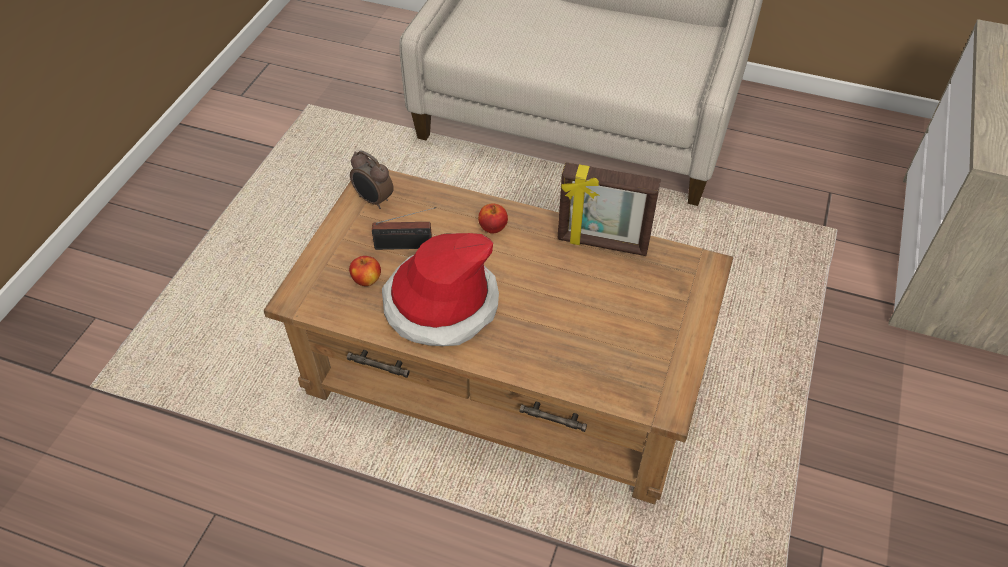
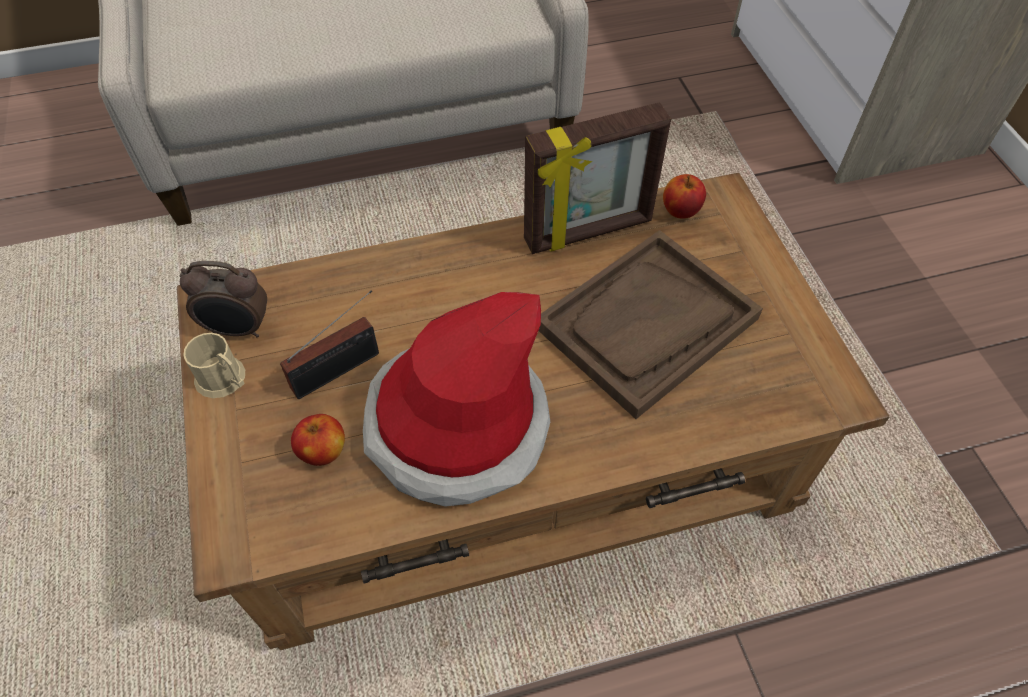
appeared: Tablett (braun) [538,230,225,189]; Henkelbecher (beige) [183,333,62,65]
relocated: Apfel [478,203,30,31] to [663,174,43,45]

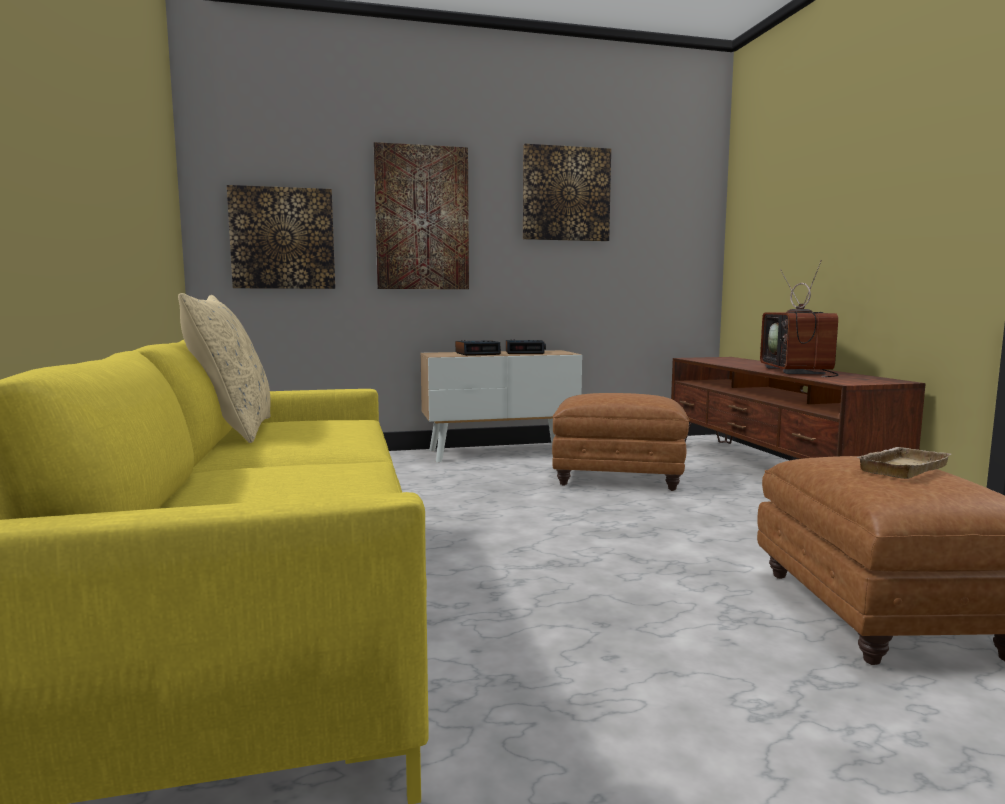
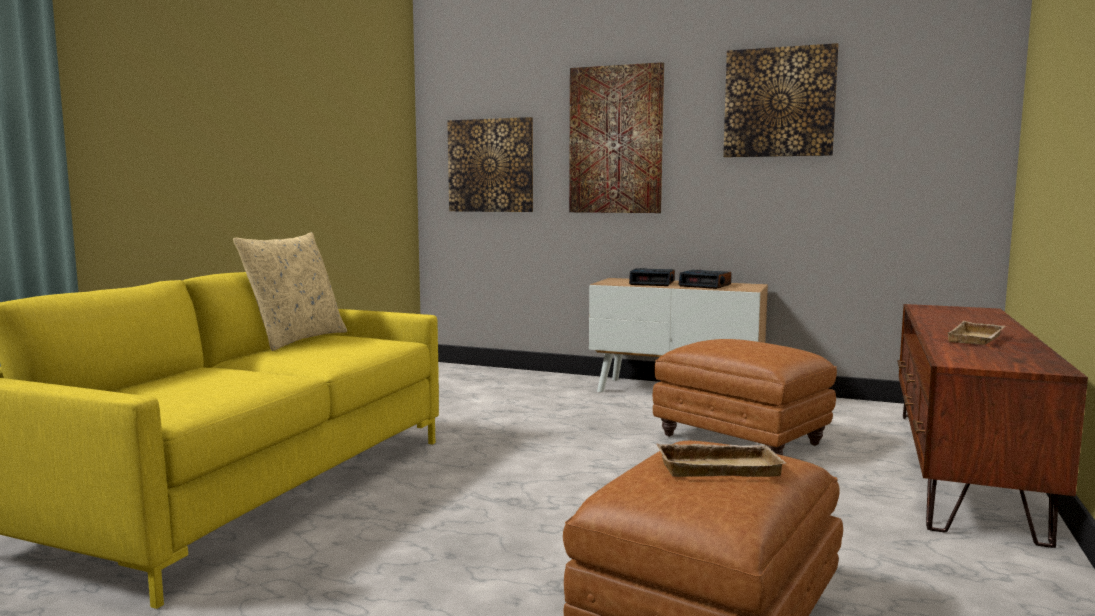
exchanged: Fernseher [760,260,79,117] to Tablett (beige) [946,321,59,24]

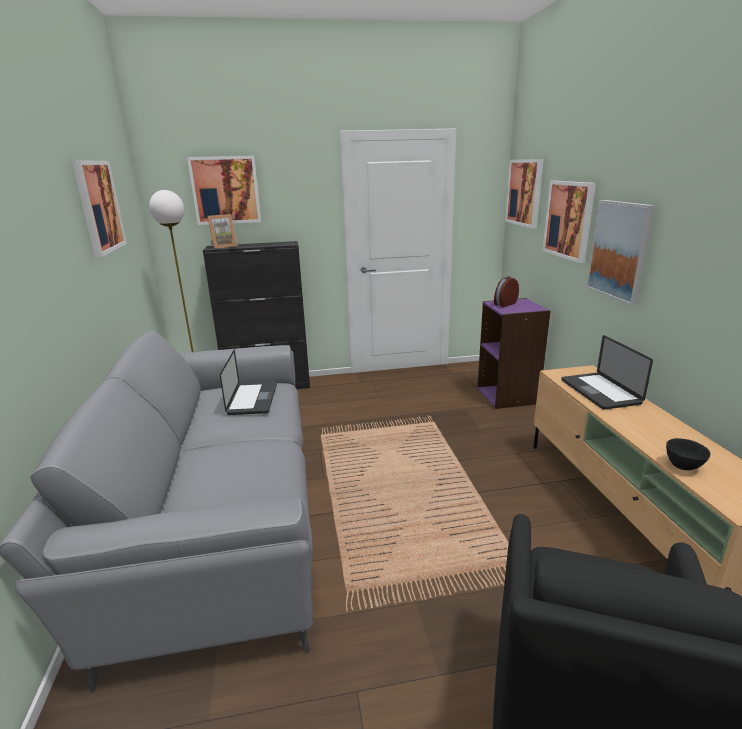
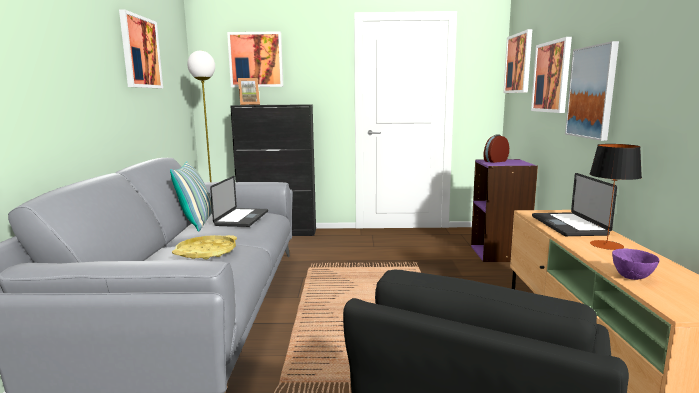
appeared: Tischlampe [590,144,52,106]; Kissen [170,162,42,70]; Tablett (gelb) [172,235,65,25]
colour: Schüssel (schwarz) [666,438,44,32] to Schüssel (lila) [612,249,47,31]

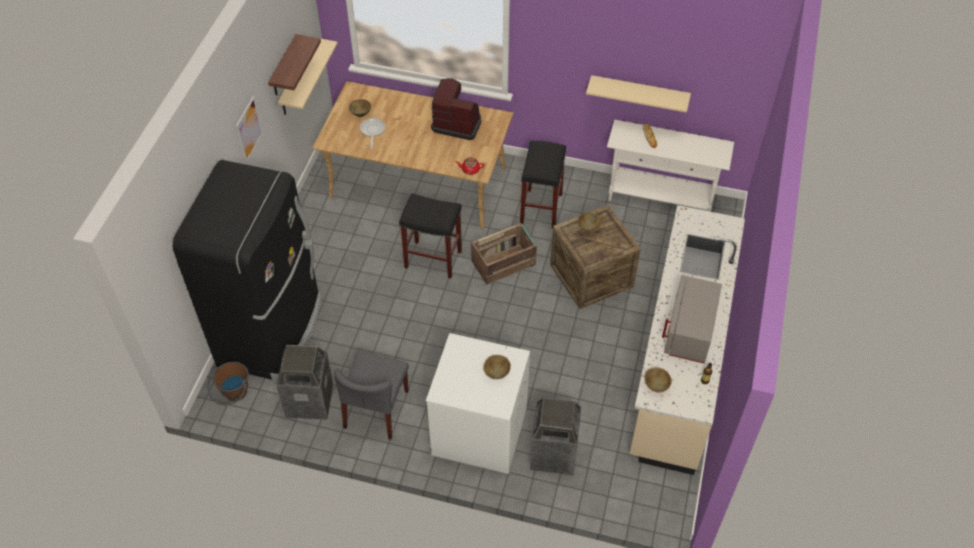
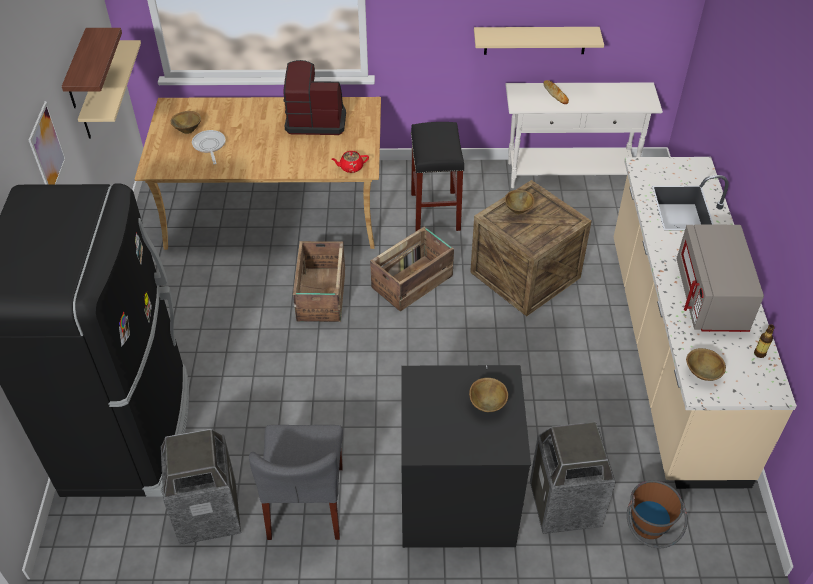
relocated: Eimer (braun) [207,361,42,45] to [627,480,61,68]
exchanged: Hocker (schwarz) [399,193,63,86] to Kiste [293,241,52,81]
colour: Waschmaschine (weiß) [426,333,104,141] to Waschmaschine (schwarz) [401,365,130,183]

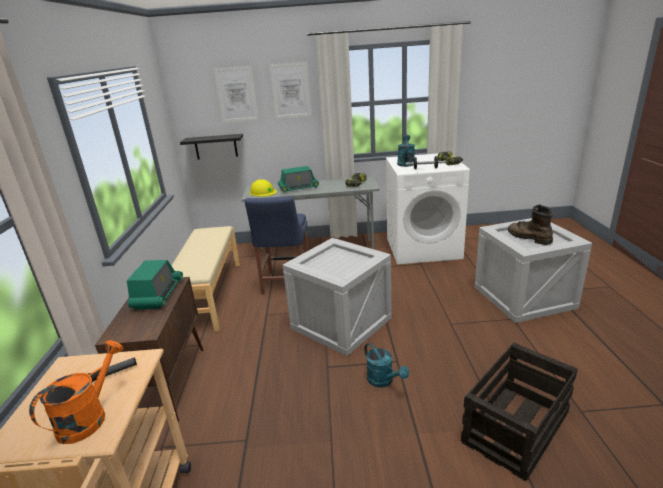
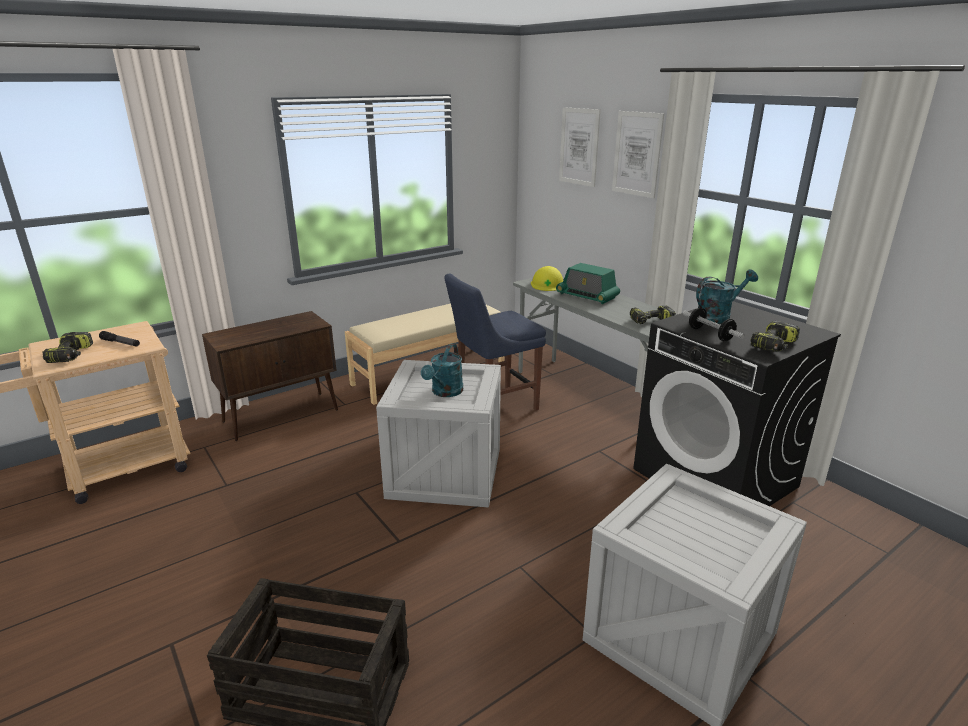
missing: Wandregal (schwarz) [180,134,63,25]; Stiefel (braun) [508,205,45,40]; Radio [127,260,56,50]
relocated: Gießkanne (türkis) [364,343,45,45] to [421,344,42,53]
exchanged: Gießkanne (orange) [29,340,94,104] to Bohrmaschine [43,332,50,31]
colour: Waschmaschine (weiß) [386,153,84,111] to Waschmaschine (schwarz) [633,301,208,205]

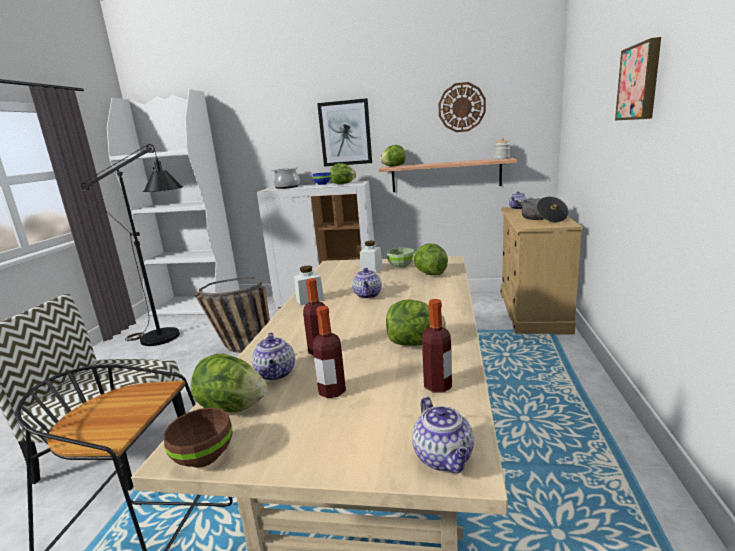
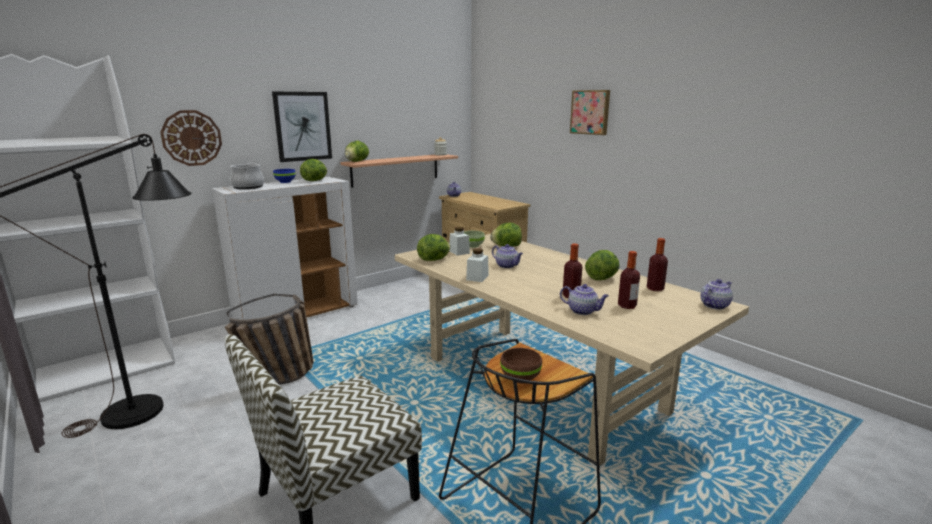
missing: Kochtopf [515,197,54,26]
relocated: Wanduhr [439,82,47,50] to [160,110,62,56]; Salatkopf [190,354,77,58] to [417,234,33,27]; Schüssel (braun) [164,407,69,61] to [500,348,42,36]
spun: Teekanne [412,397,62,76] = [700,279,33,31] 60 degrees counterclockwise

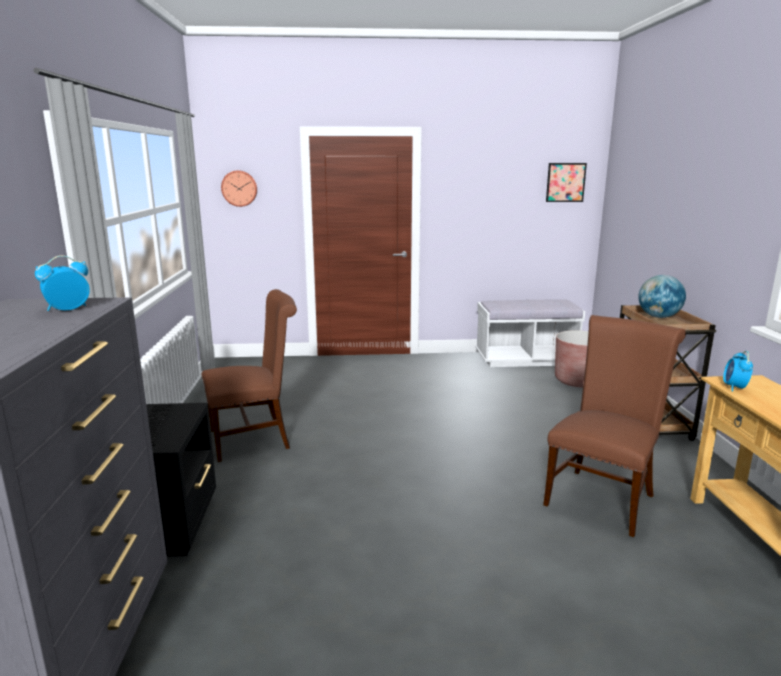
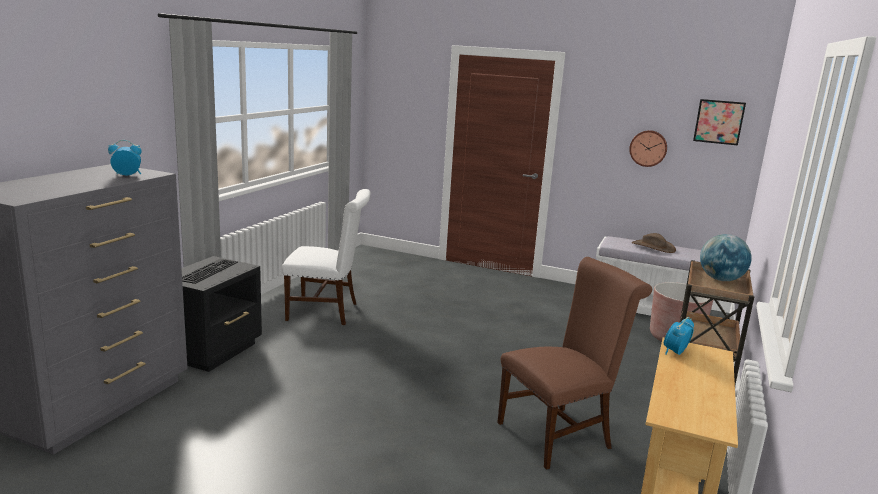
appeared: Hut (braun) [632,233,44,20]
relocated: Wanduhr [221,170,36,37] to [629,130,38,37]
colour: Stuhl (braun) [202,289,95,173] to Stuhl (weiß) [282,189,89,136]

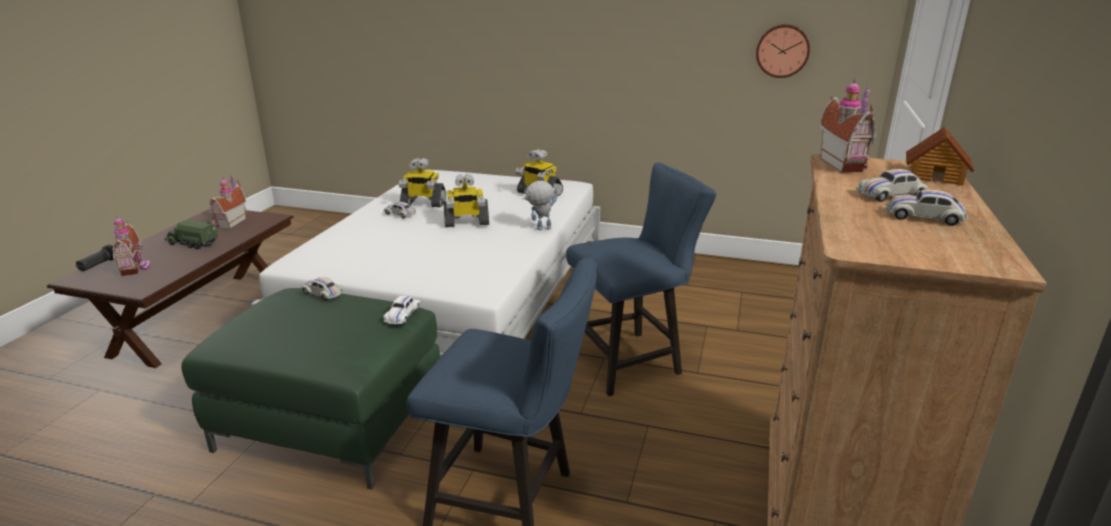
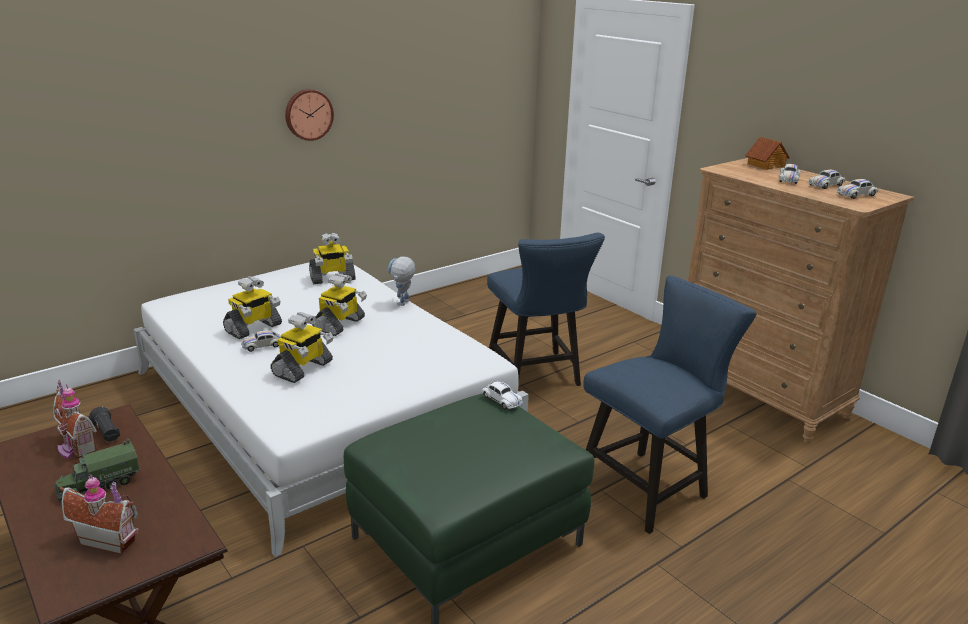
missing: Spielzeughaus [819,78,57,95]
appeared: Spielzeugroboter [271,312,63,71]
relocated: Wanduhr [756,24,54,54] to [285,89,49,52]; Taschenlampe (schwarz) [76,245,38,27] to [89,407,31,35]; Spielzeugauto (weiß) [301,277,42,24] to [837,179,42,20]
spun: Stuhl (blau) [566,162,151,234] = [487,233,118,153] 150 degrees clockwise

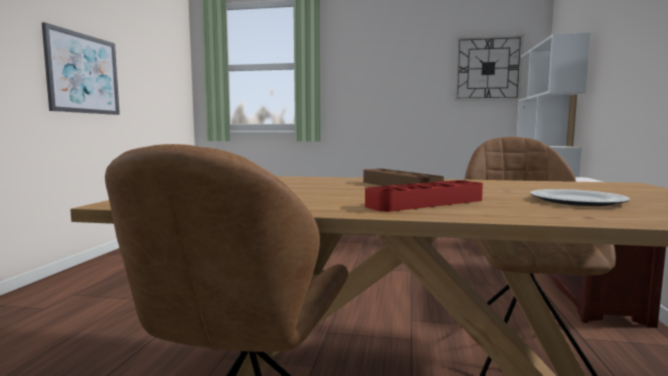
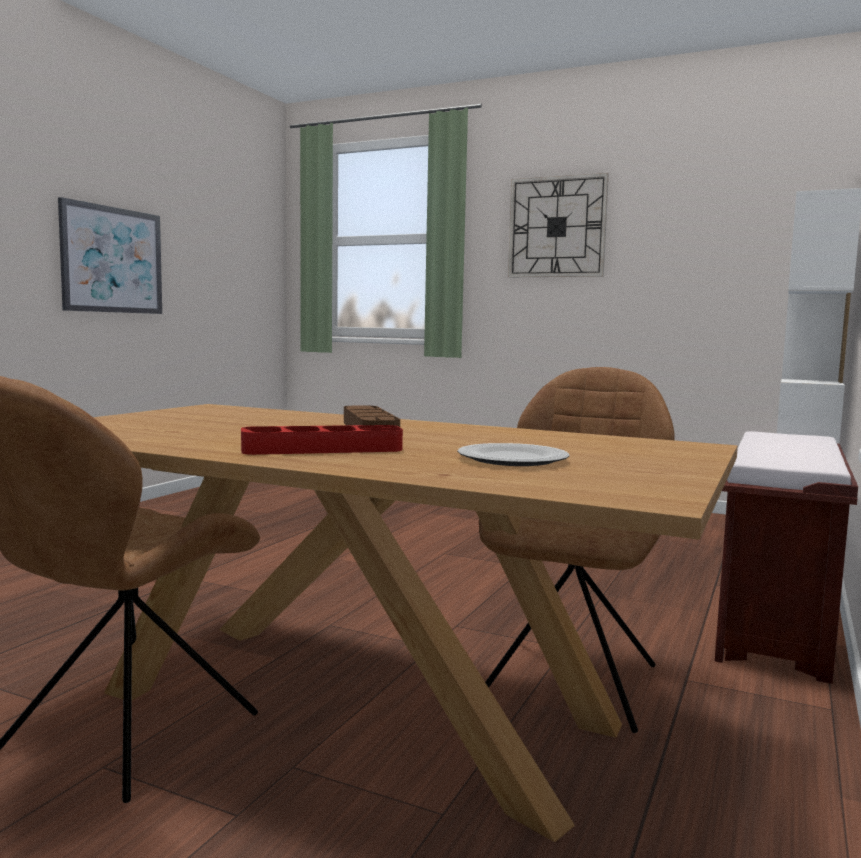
relocated: Wanduhr [455,35,69,66] to [508,173,101,104]

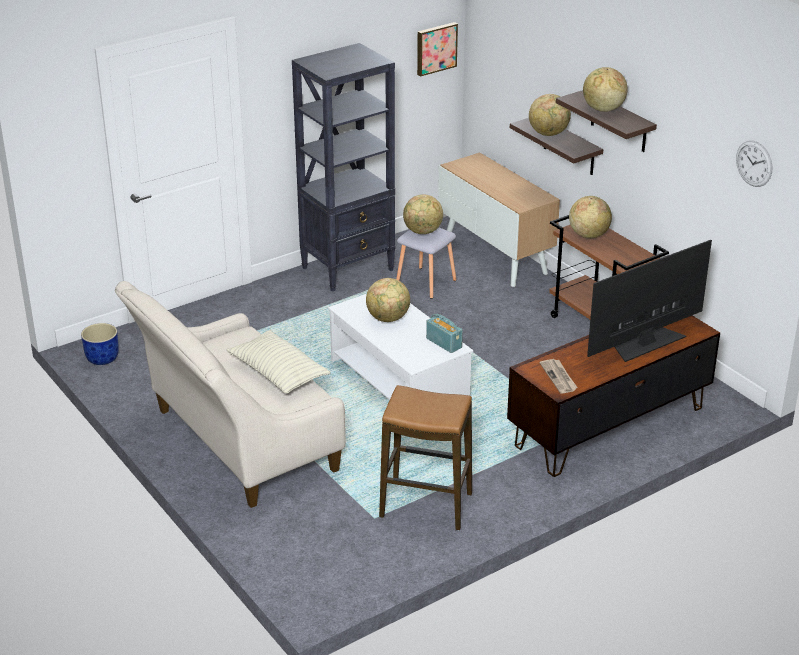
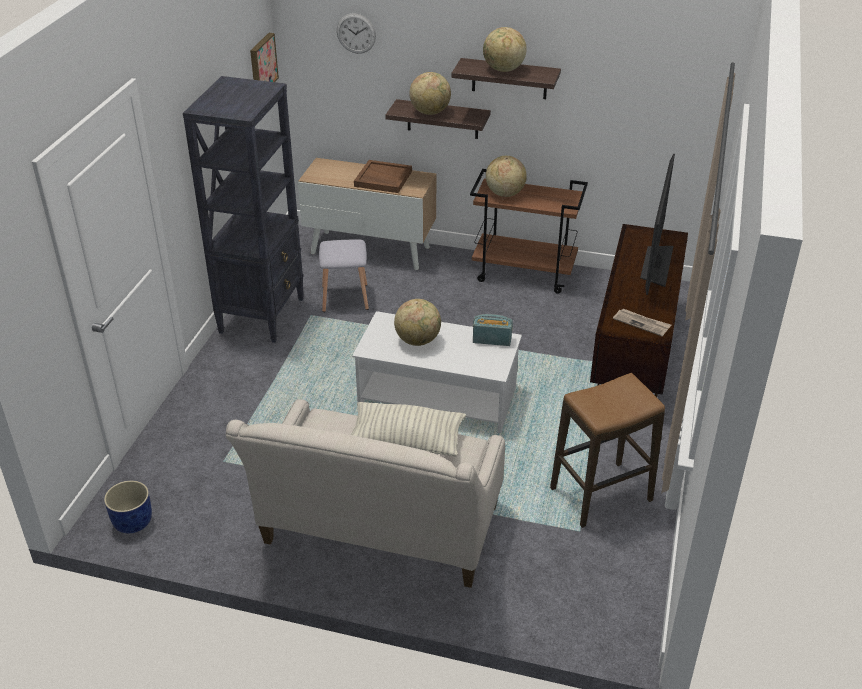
missing: Globus [403,194,40,40]
appeared: Tablett (braun) [354,160,58,33]
relocated: Wanduhr [736,141,36,46] to [337,13,39,41]

